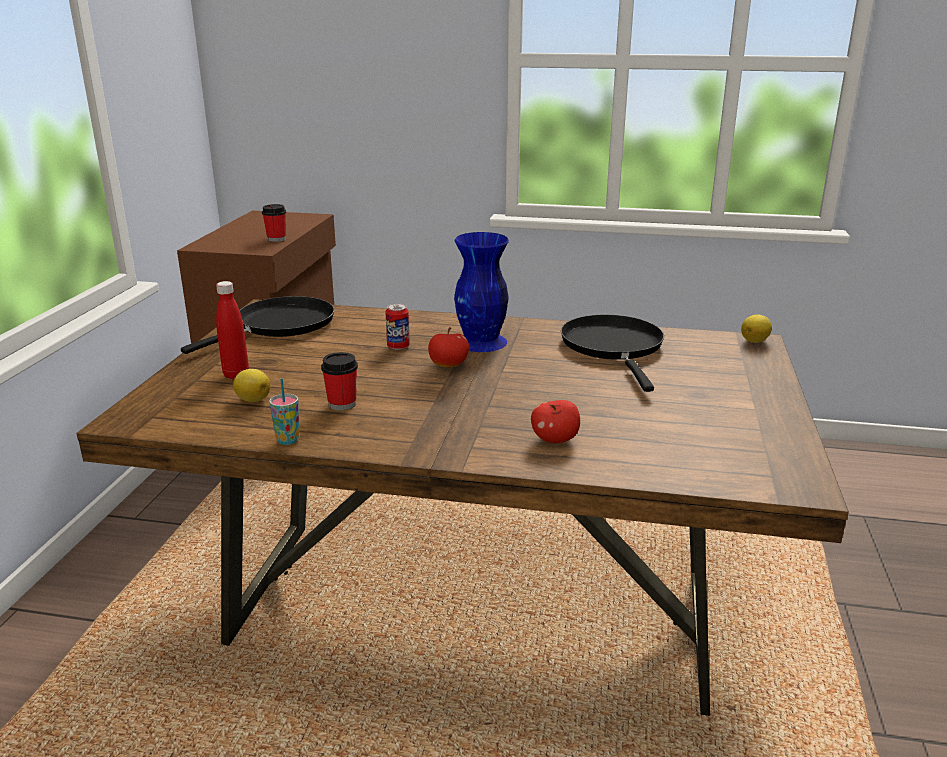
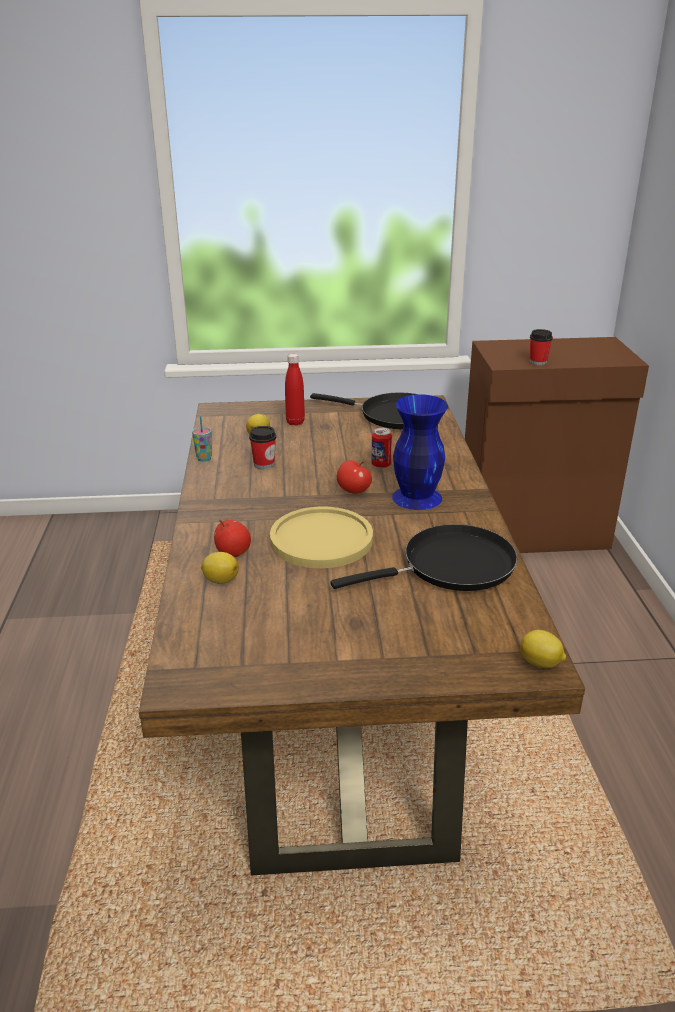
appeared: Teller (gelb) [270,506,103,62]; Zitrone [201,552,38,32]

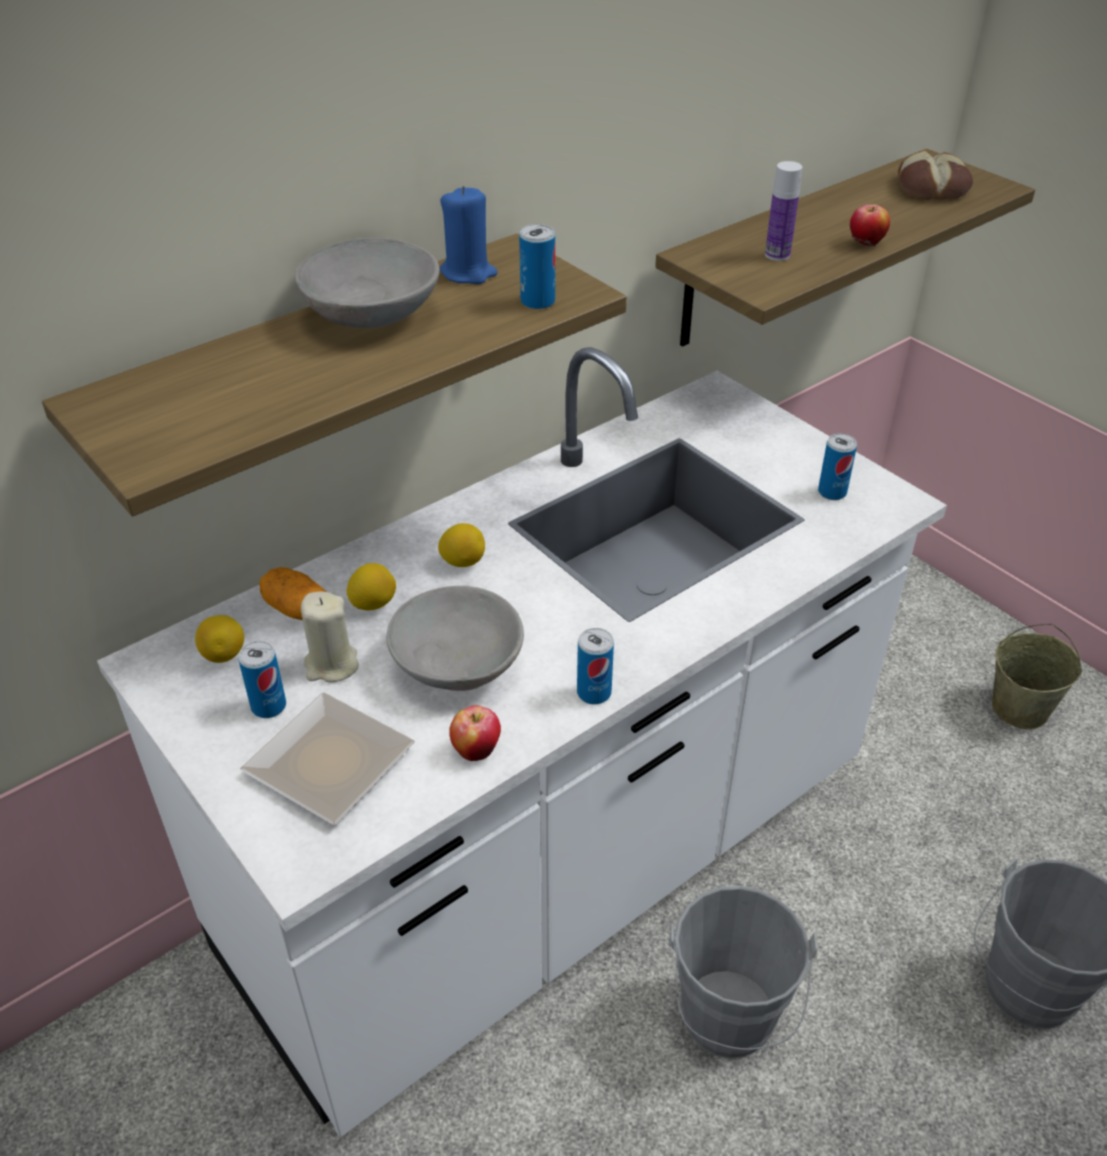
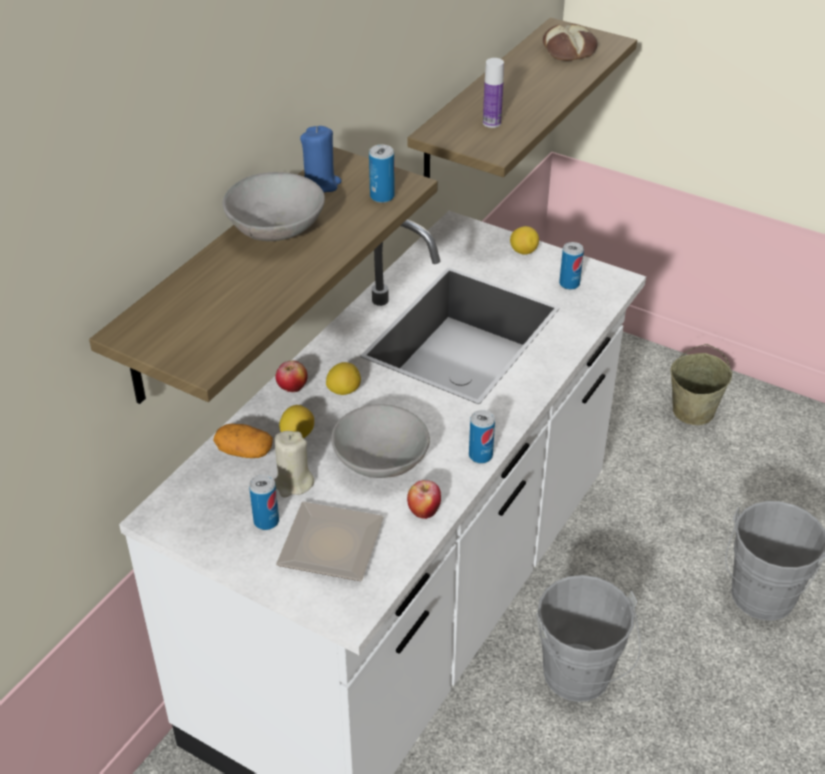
relocated: Apfel [850,204,40,42] to [275,361,33,31]; Zitrone [195,615,49,48] to [510,226,29,29]

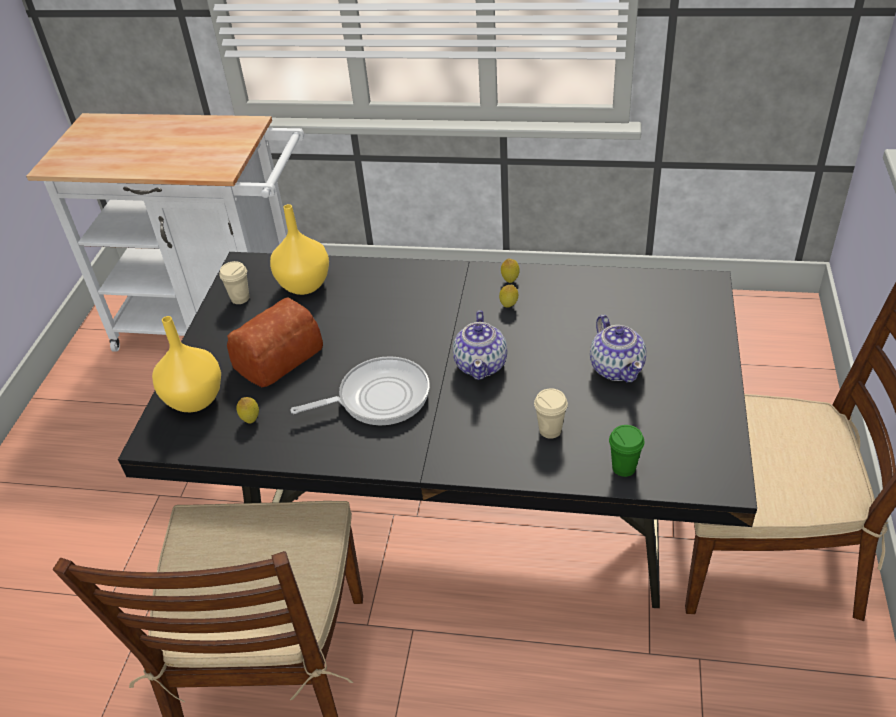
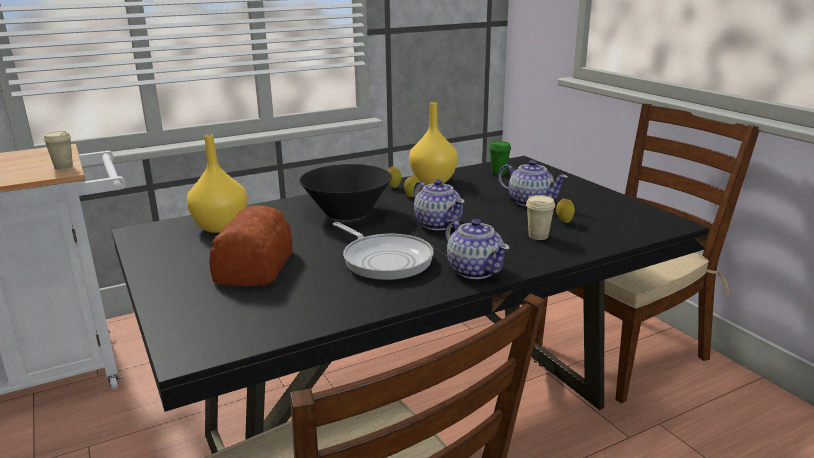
appeared: Schüssel (schwarz) [299,164,93,56]; Teekanne [445,219,65,60]
relocated: Tasse (beige) [219,261,30,43] to [44,131,29,39]; Vase (gelb) [152,316,69,96] to [409,102,49,83]; Zitrone [236,397,23,27] to [556,199,19,24]; Tasse (grün) [609,425,35,52] to [489,141,22,34]
spun: Pfanne [290,356,140,69] = [333,222,101,58] 105 degrees clockwise

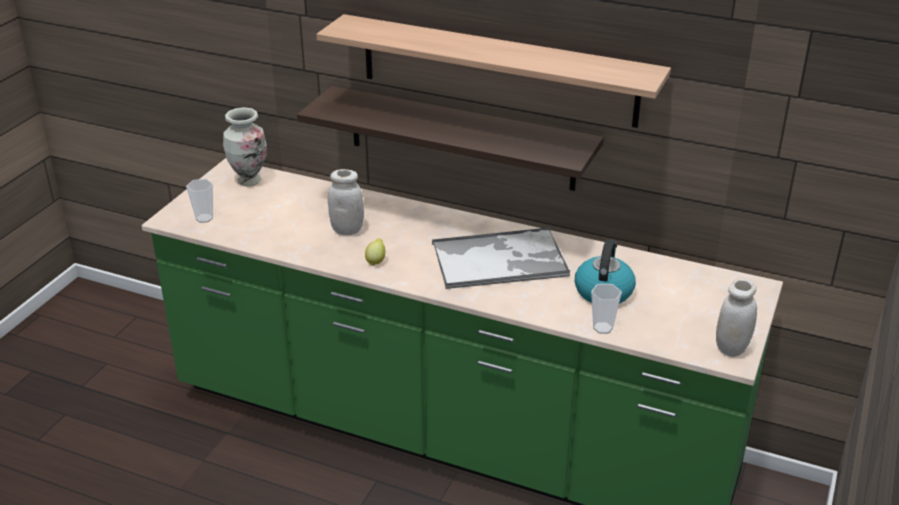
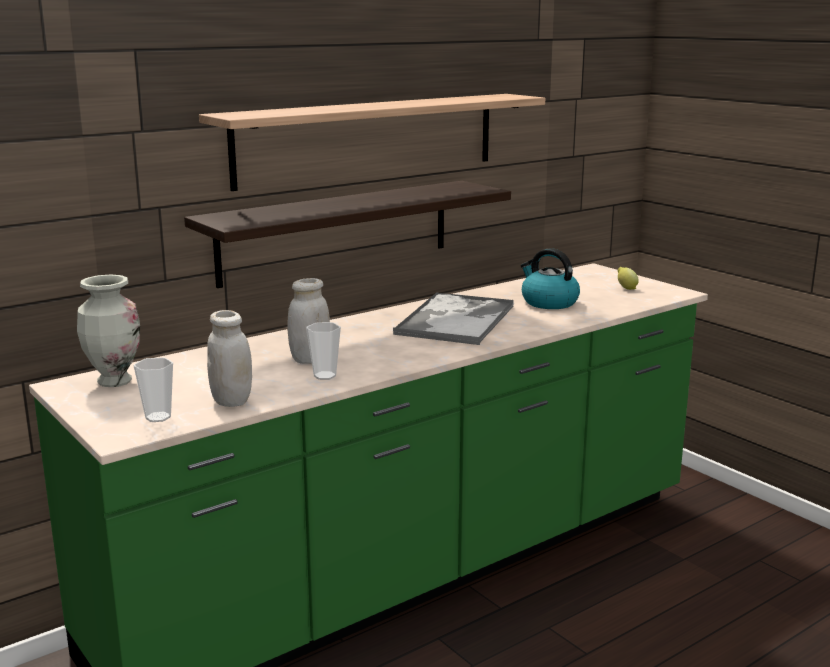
relocated: Zitrone [365,238,20,28] to [618,267,21,23]; Vorratsglas (weiß) [716,278,41,79] to [207,310,45,97]; Tasse [591,284,31,50] to [306,322,35,58]

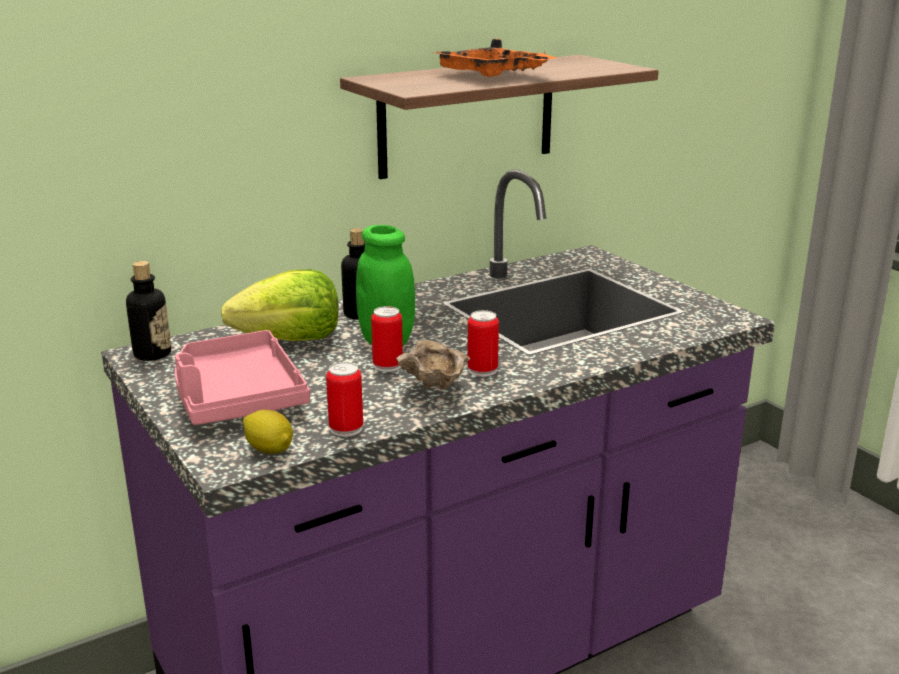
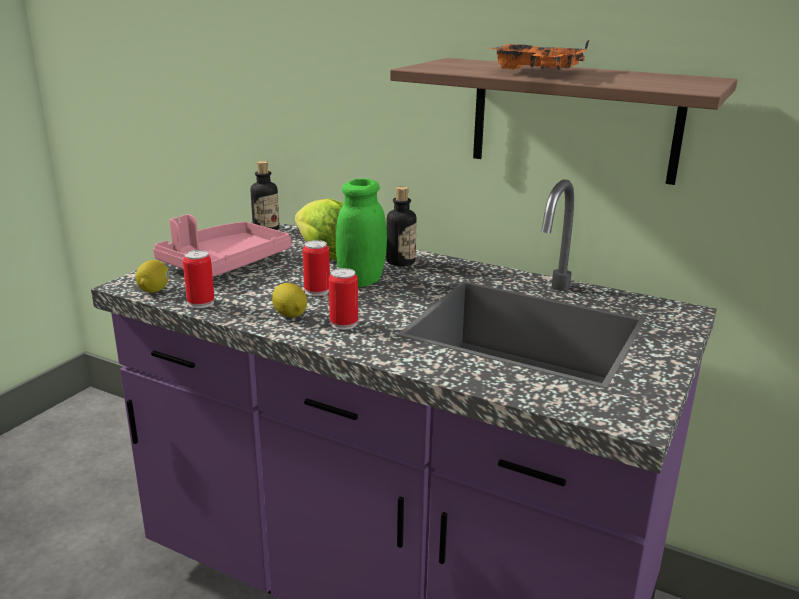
exchanged: Schüssel (beige) [397,340,73,49] to Zitrone [272,283,35,35]

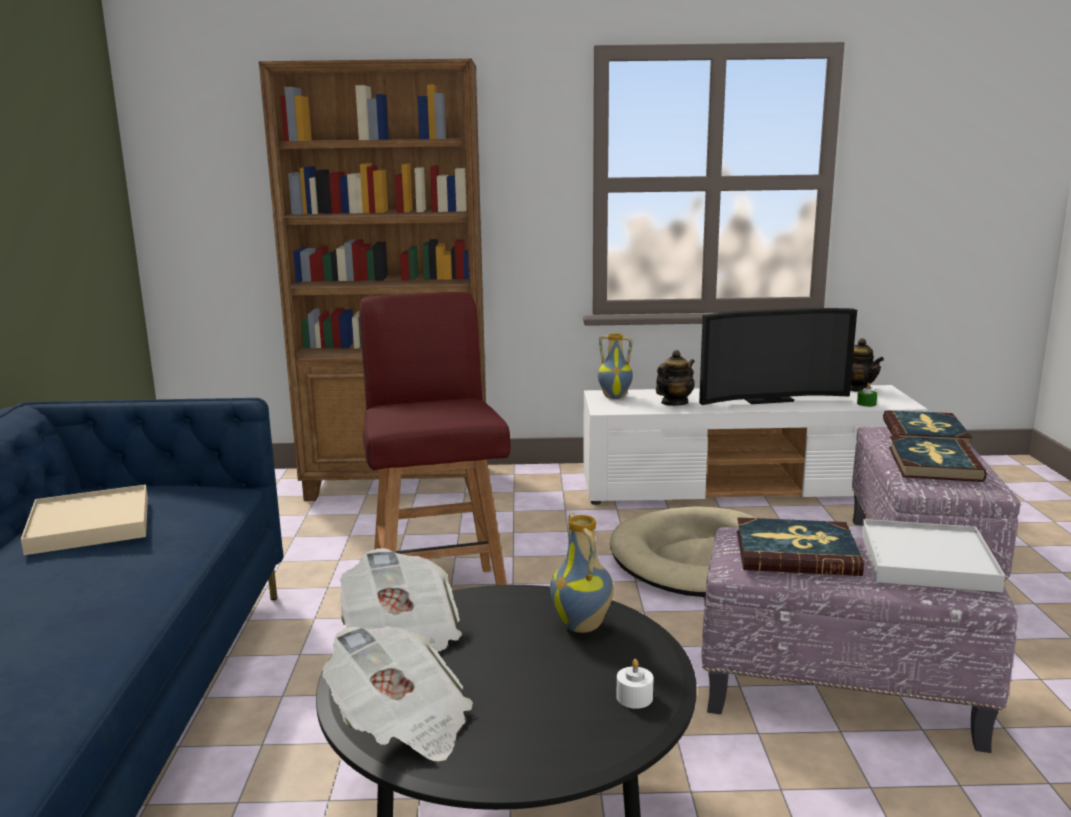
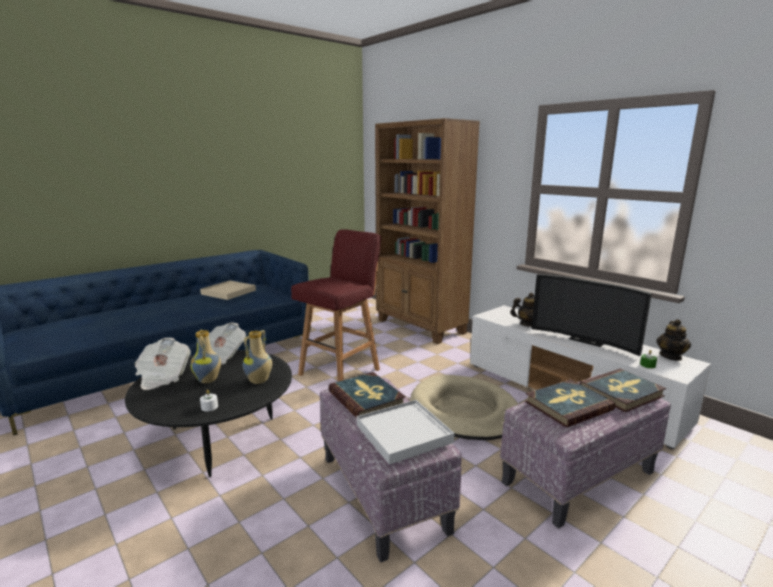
relocated: Vase [598,333,35,66] to [190,329,31,54]

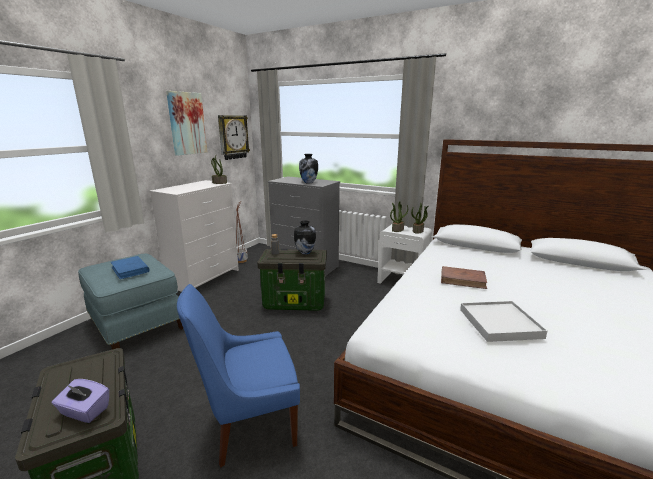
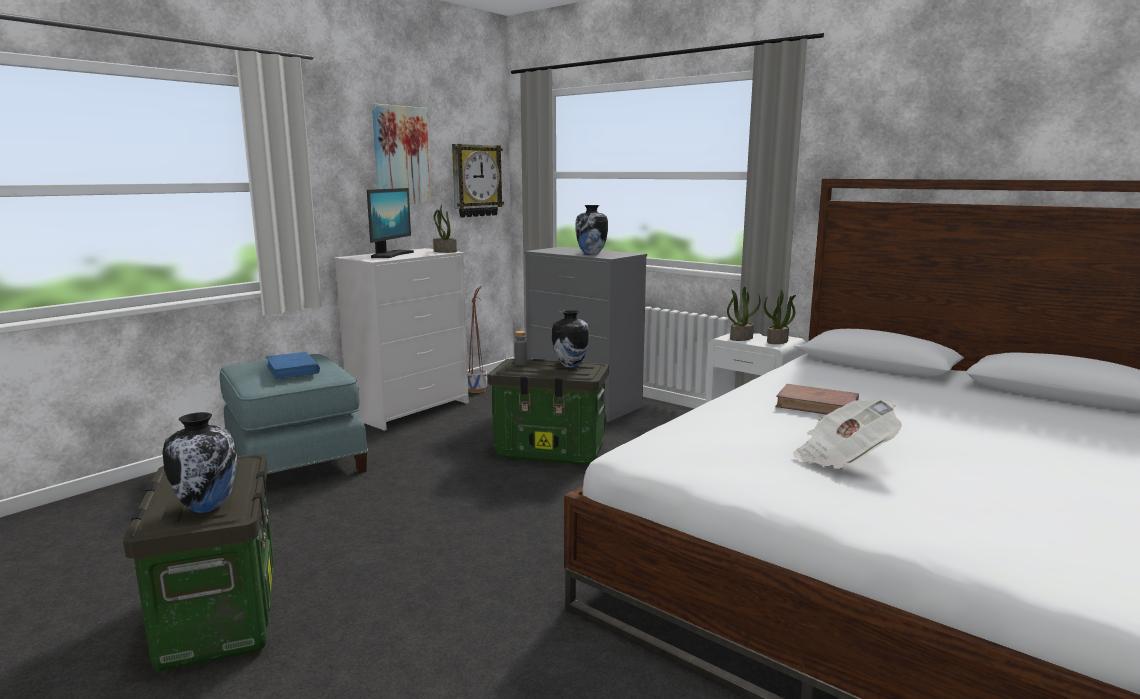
missing: Stuhl (blau) [177,284,123,183]
appeared: Monitor [367,188,47,70]
exchanged: Tablett (weiß) [460,301,88,41] to Zeitung [793,400,109,69]; Taschentuchbox (lila) [52,379,57,44] to Vase [162,412,75,101]

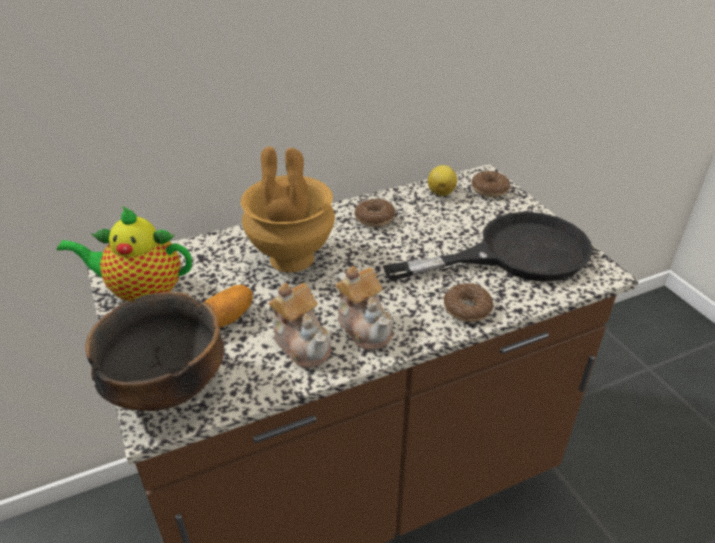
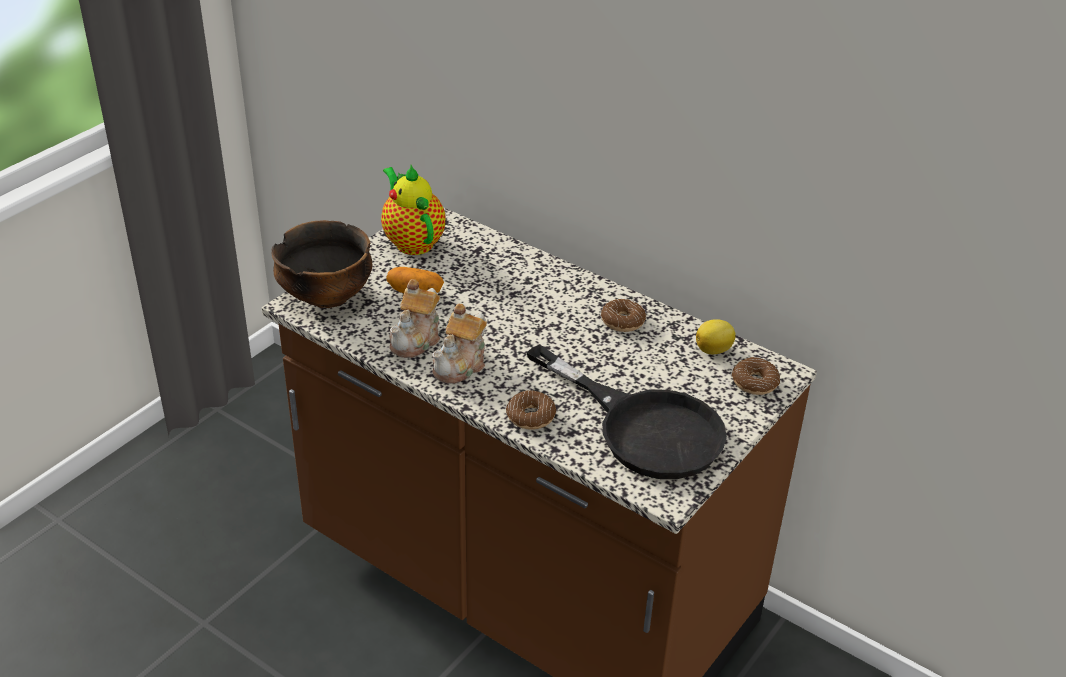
missing: Vase (braun) [241,147,94,125]

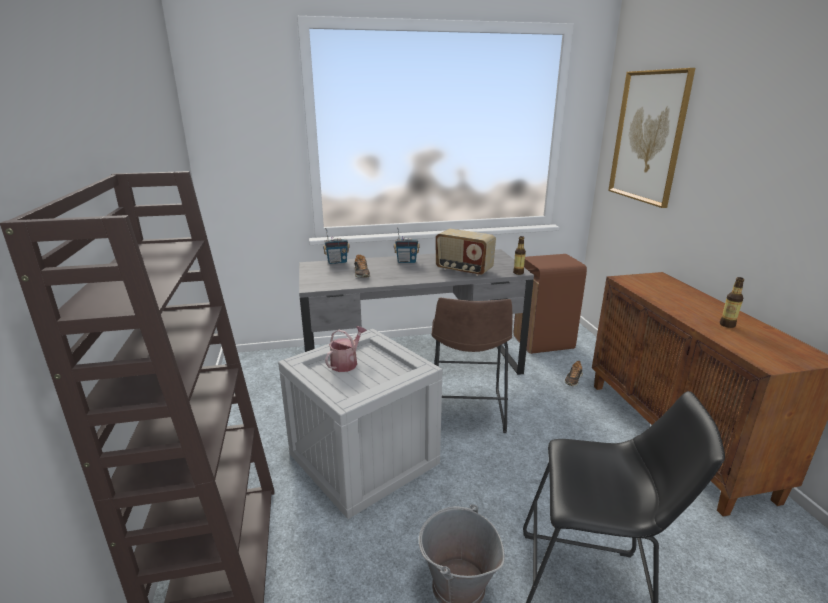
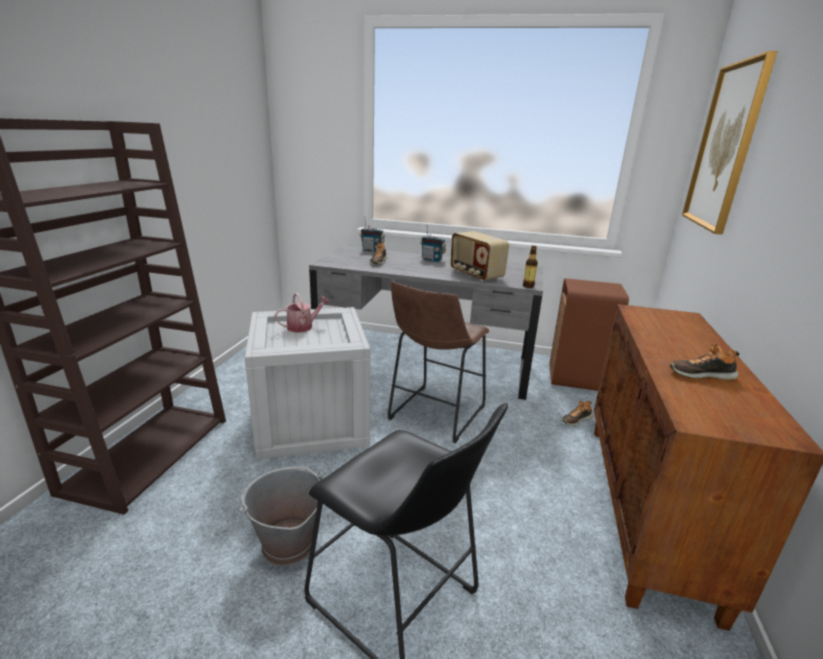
exchanged: Flasche [720,277,24,51] to Schuh [670,343,69,37]

